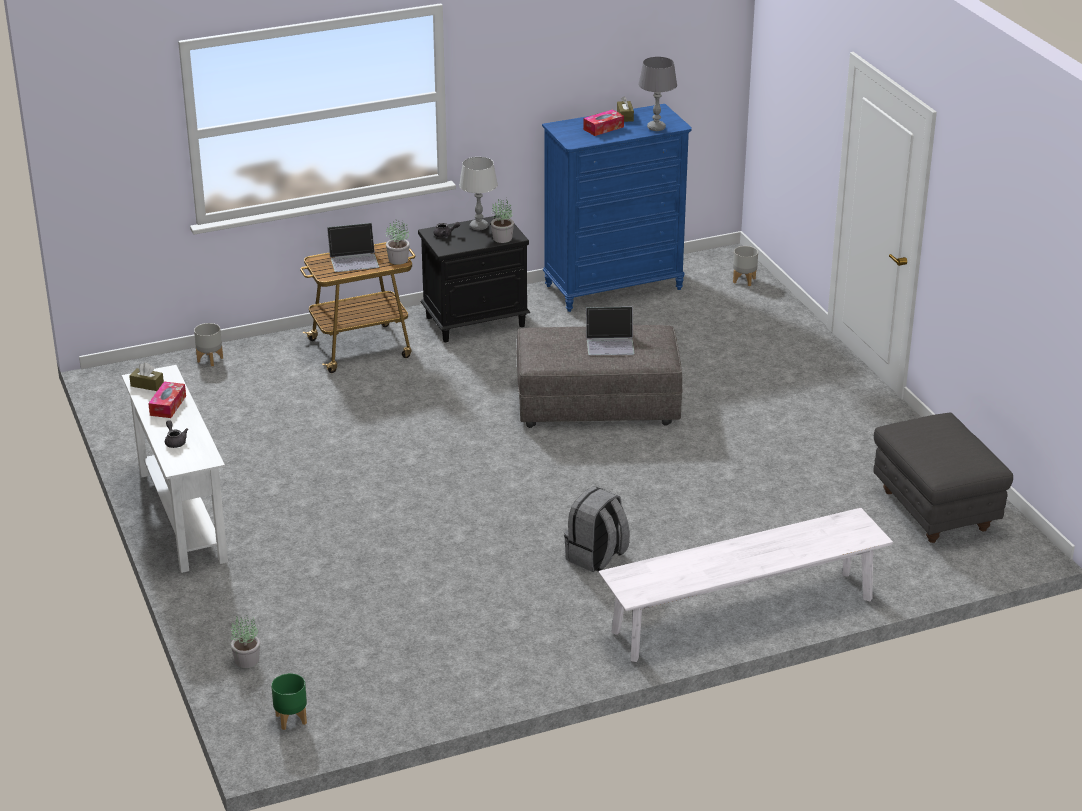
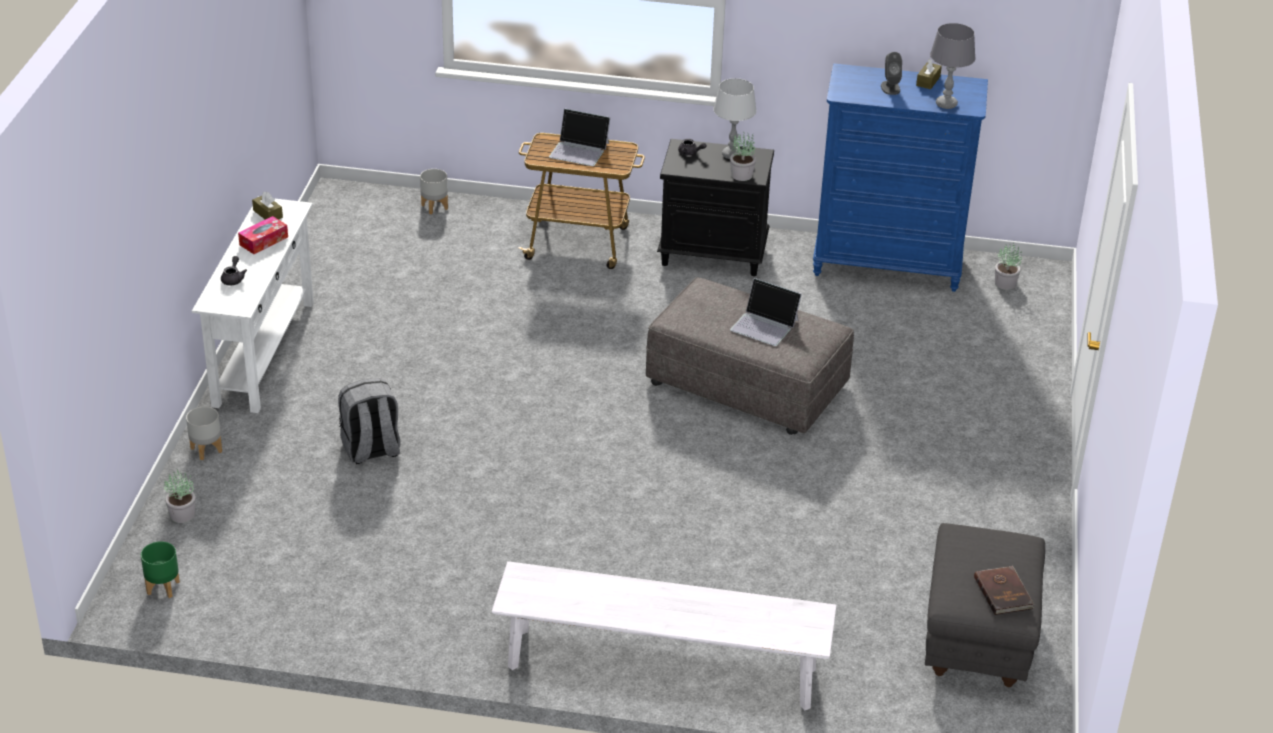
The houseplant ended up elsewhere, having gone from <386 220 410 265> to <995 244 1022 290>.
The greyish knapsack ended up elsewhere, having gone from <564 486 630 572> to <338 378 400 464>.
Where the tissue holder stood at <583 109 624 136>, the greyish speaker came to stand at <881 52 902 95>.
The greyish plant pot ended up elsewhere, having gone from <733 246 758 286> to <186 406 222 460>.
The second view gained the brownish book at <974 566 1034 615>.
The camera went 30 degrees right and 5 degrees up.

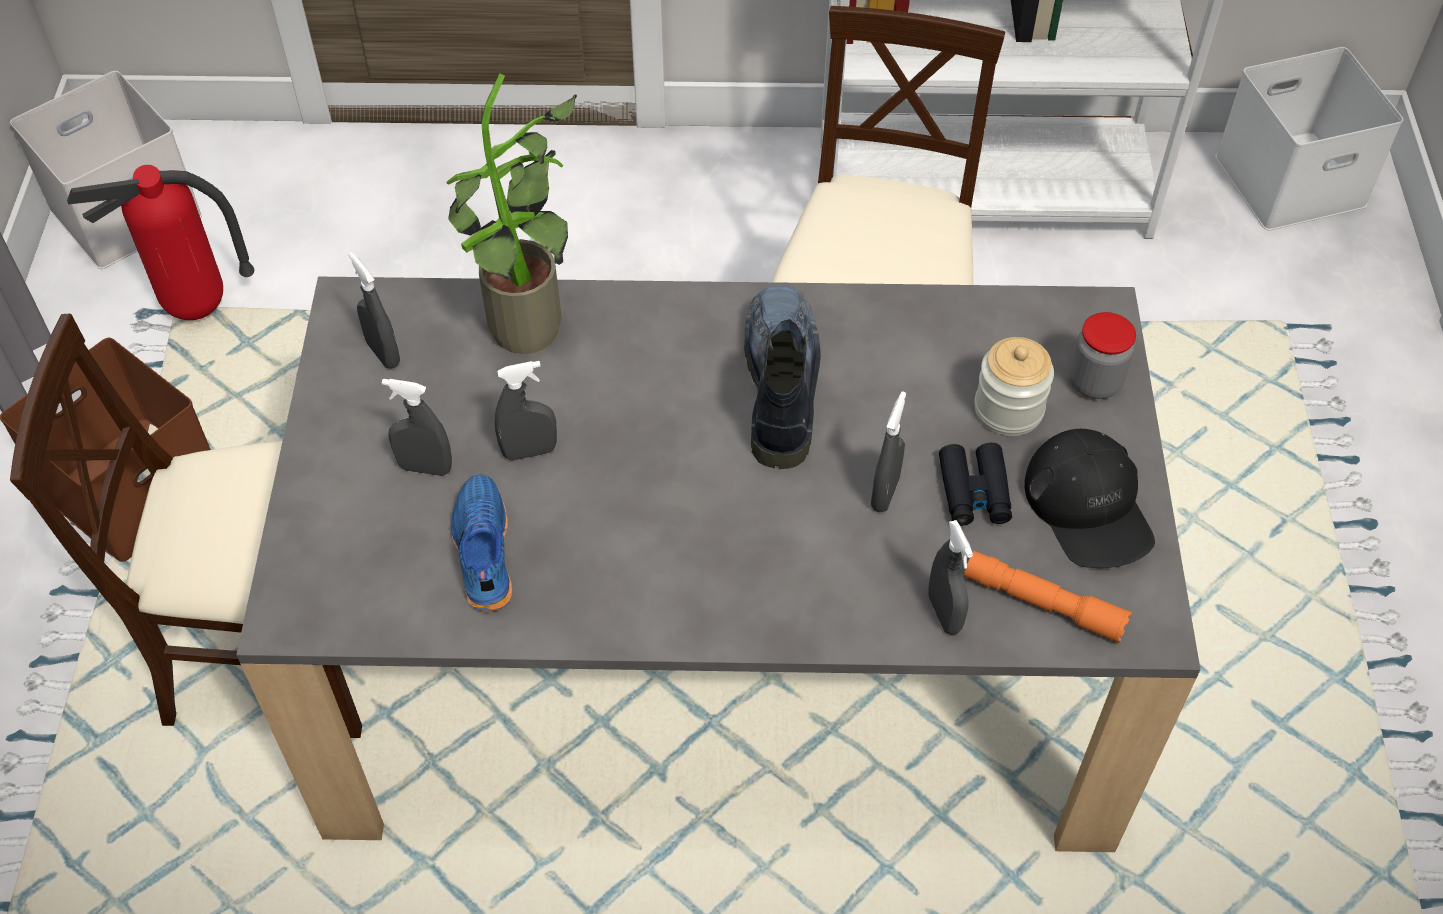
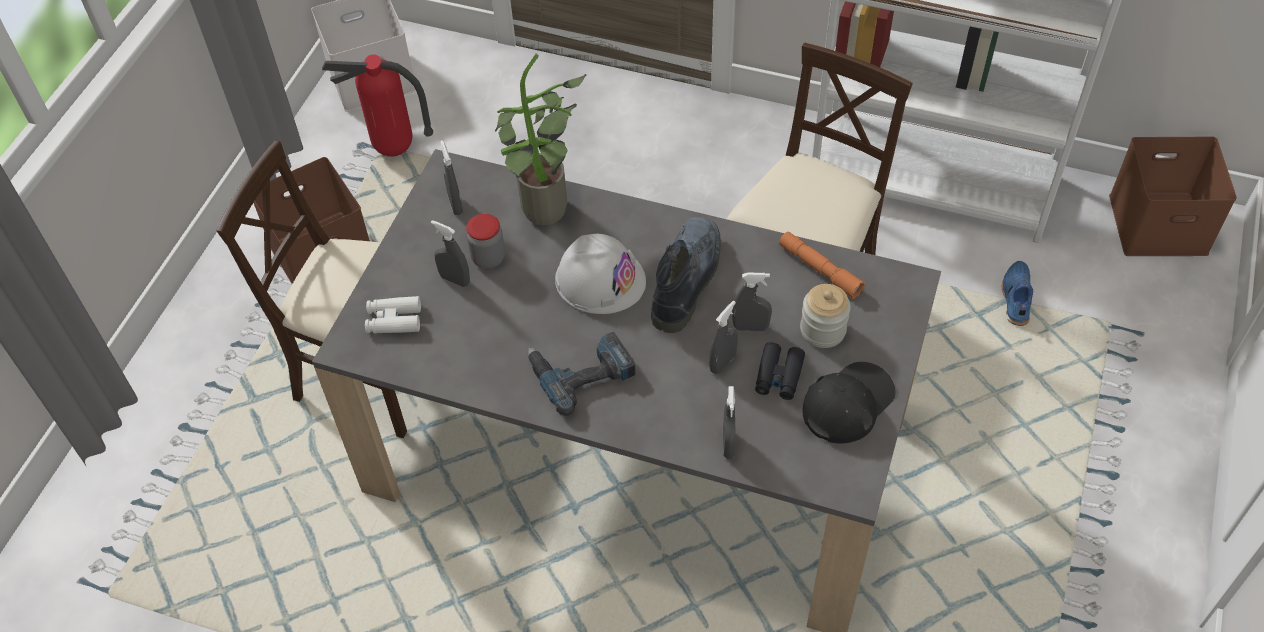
The bluish item of footwear ended up elsewhere, having gone from <451 474 512 612> to <1001 261 1033 326>.
The greyish sprayer ended up elsewhere, having gone from <495 361 557 461> to <732 272 772 331>.
The orange-coloured torch ended up elsewhere, having gone from <964 551 1132 643> to <779 232 865 299>.
The black-coloured cap at <1024 429 1155 568> ended up facing another way, 135 degrees counterclockwise from before.
The storage jar ended up elsewhere, having gone from <1069 312 1136 399> to <466 214 505 269>.
What was the white-coloured storage container at <1215 47 1403 230> turned into the brownish storage container at <1109 136 1237 256>.
The second view gained the white-coloured binoculars at <365 296 421 333>.
The second view gained the power drill at <528 332 636 416>.
The second view gained the white-coloured work helmet at <555 234 646 314>.
The camera went 20 degrees right and 0 degrees up.

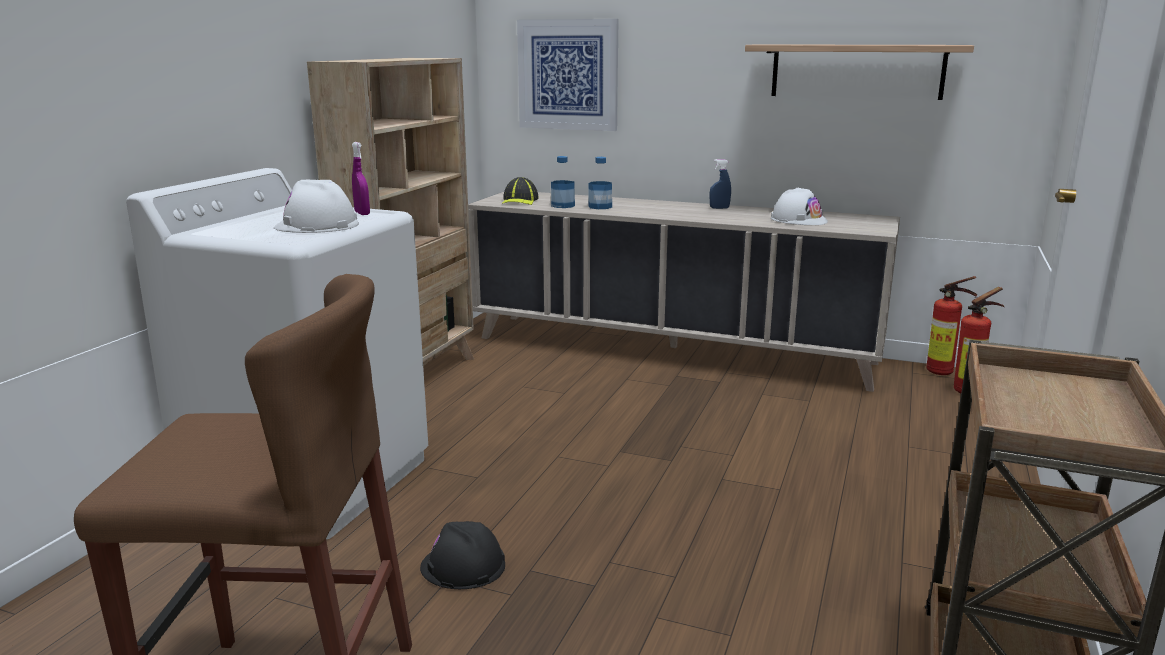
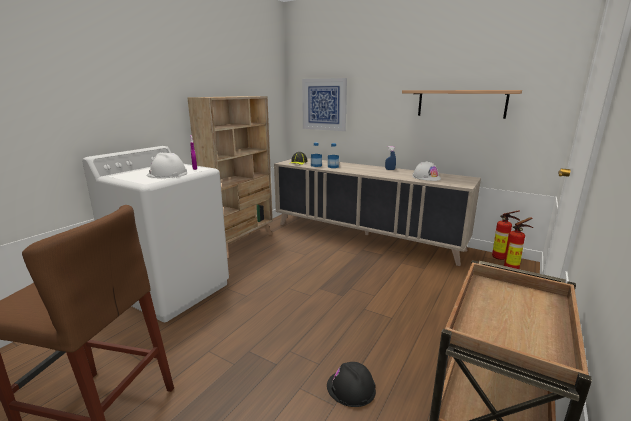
The black-coloured work helmet ended up elsewhere, having gone from <420 521 505 589> to <327 362 376 407>.
The camera went 10 degrees right and 0 degrees up.

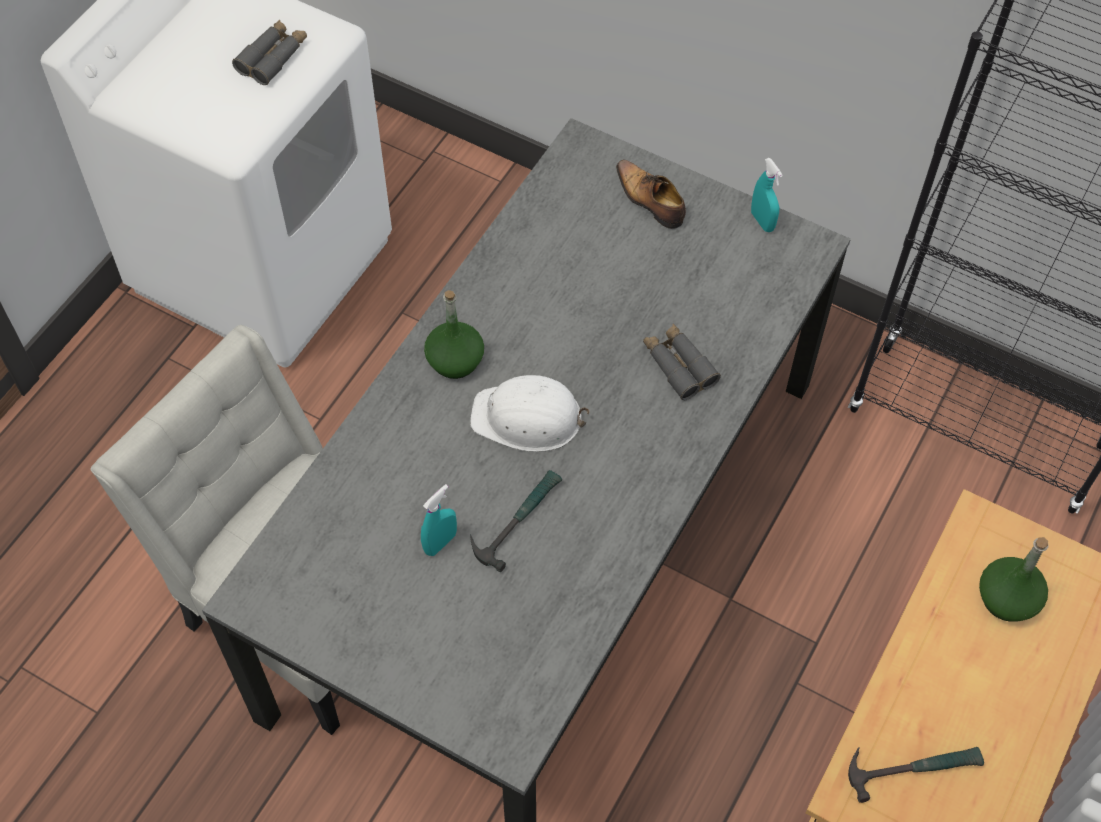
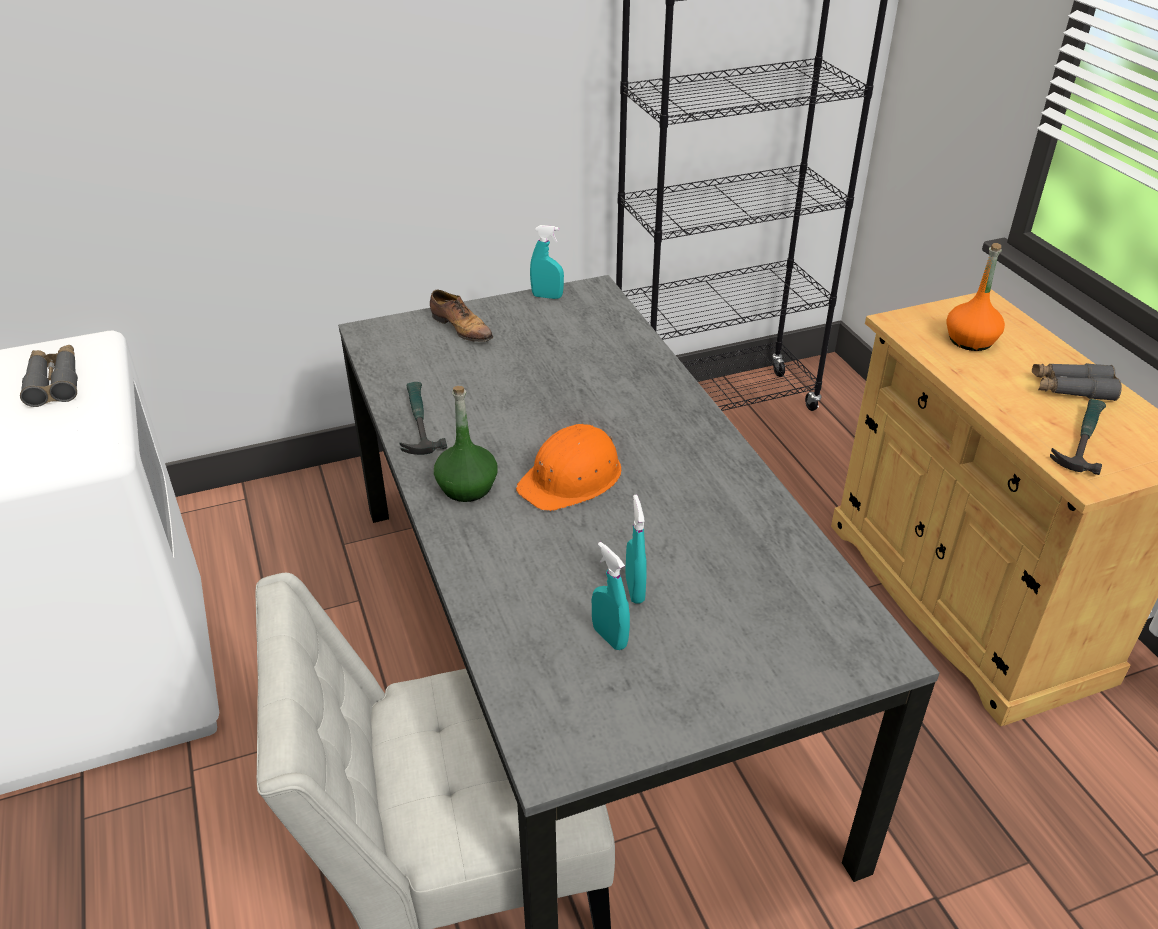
What was the white-coloured work helmet at <470 375 590 452> turned into the orange-coloured work helmet at <516 423 621 511>.
The hammer ended up elsewhere, having gone from <470 470 562 572> to <400 382 447 455>.
The item of footwear at <616 159 686 229> ended up facing another way, 135 degrees counterclockwise from before.
The greyish binoculars ended up elsewhere, having gone from <643 323 721 400> to <1032 363 1122 401>.
What was the greenish drink bottle at <979 537 1048 622> turned into the orange-coloured drink bottle at <946 243 1005 351>.
The second view gained the blue-green sprayer at <592 542 630 650>.
The camera went 50 degrees left and 20 degrees down.

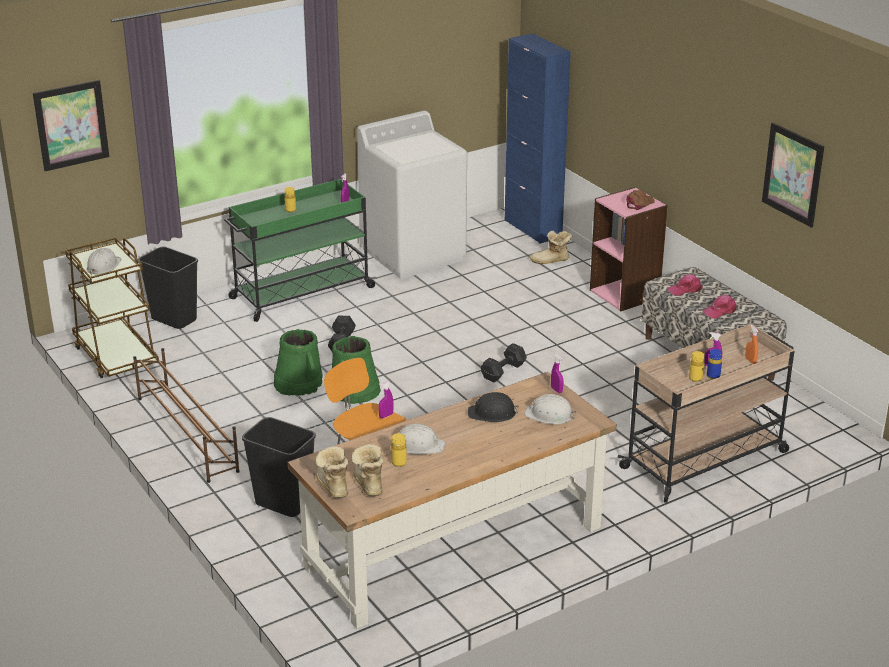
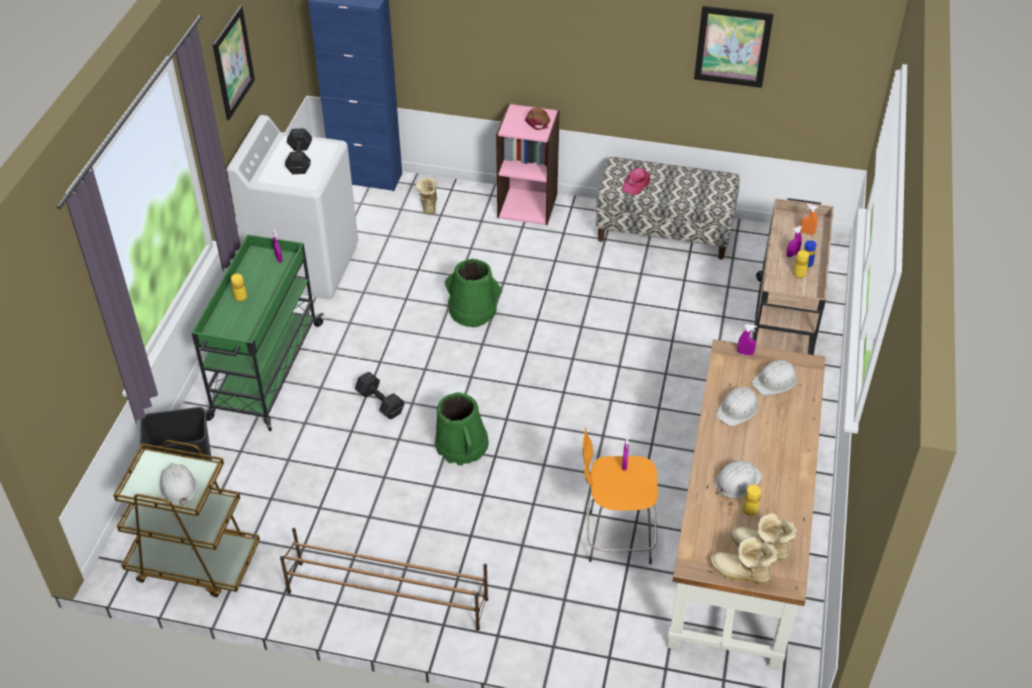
The picture ended up elsewhere, having gone from <33 80 109 171> to <213 6 255 120>.
The second view lost the black-coloured waste bin at <242 417 316 517>.
The greenish water bucket ended up elsewhere, having gone from <274 329 323 396> to <445 258 502 327>.
What was the black-coloured work helmet at <468 392 519 422> turned into the white-coloured work helmet at <716 387 759 426>.
The black-coloured free weight ended up elsewhere, having gone from <480 343 527 382> to <285 128 312 174>.
The high-top boot at <530 231 572 264> ended up facing another way, 135 degrees clockwise from before.
The second view lost the pink cap at <702 295 736 319>.
The camera went 45 degrees left and 15 degrees up.

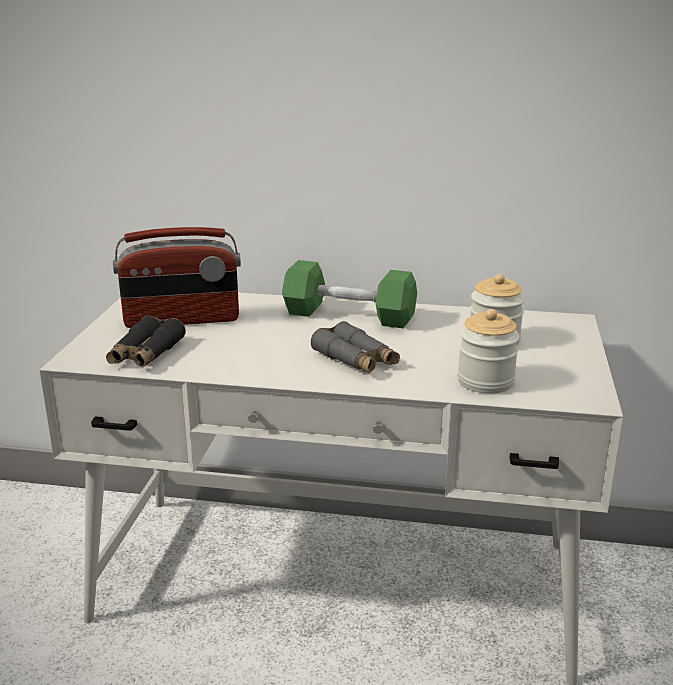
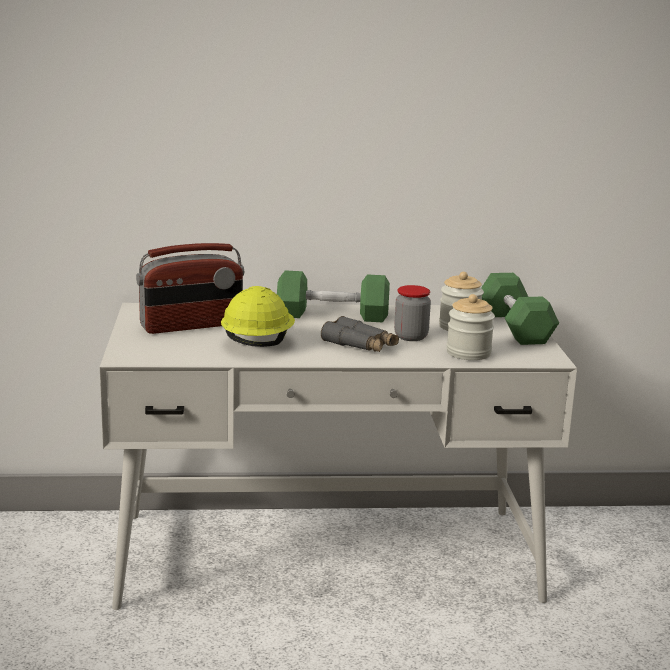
The second view lost the black-coloured binoculars at <106 315 186 367>.
The second view gained the yellowish work helmet at <221 286 295 347>.
The second view gained the storage jar at <394 285 431 341>.
The second view gained the greenish free weight at <481 273 559 345>.
The camera went 15 degrees left and 5 degrees down.

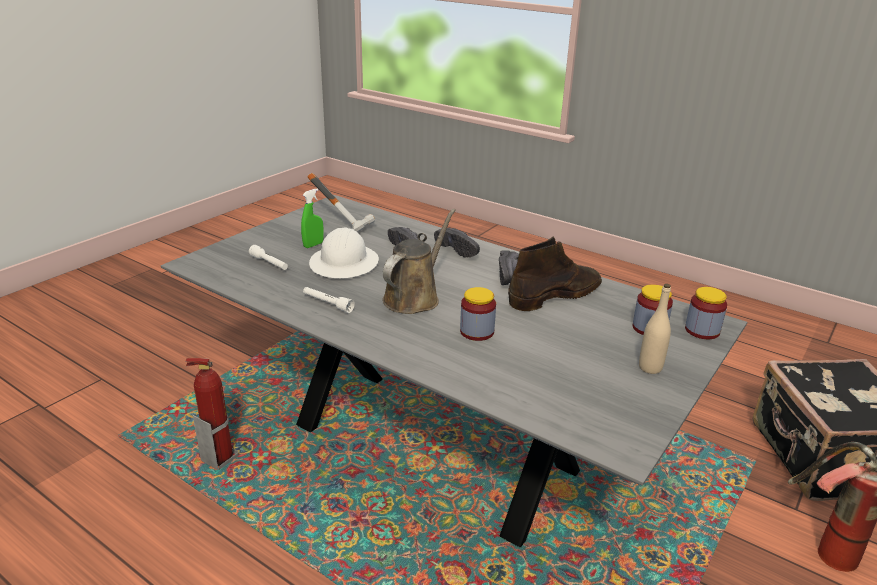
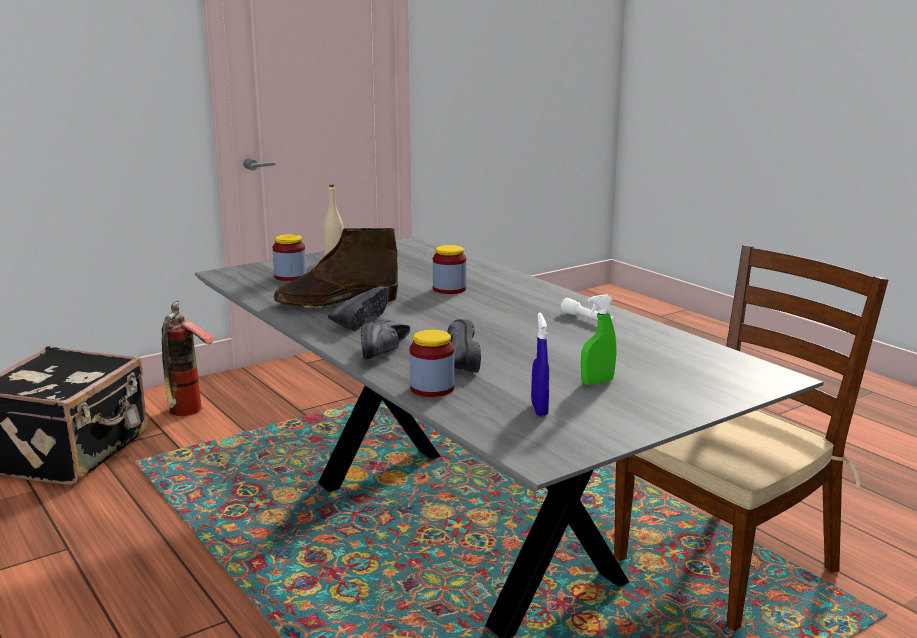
Where the fire extinguisher stood at <185 358 238 470>, the brownish chair came to stand at <614 245 888 631>.
The second view lost the white-coloured torch at <249 245 288 270>.
Where the hammer stood at <308 173 375 232>, the bluish sprayer came to stand at <531 313 549 416>.
The second view lost the white-coloured work helmet at <309 227 379 278>.
The second view lost the brownish watering pot at <382 209 456 314>.
The black-coloured item of footwear at <434 228 480 258> ended up facing another way, 150 degrees counterclockwise from before.
The storage jar ended up elsewhere, having gone from <685 287 727 339> to <409 330 455 397>.
The camera went 160 degrees left and 10 degrees down.

